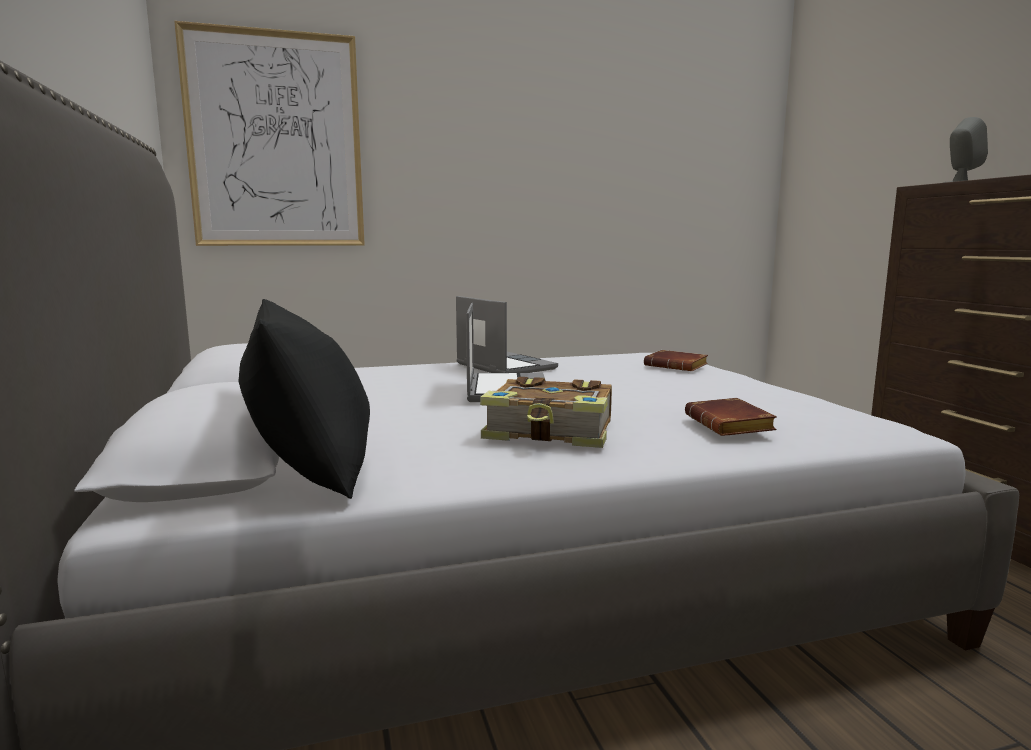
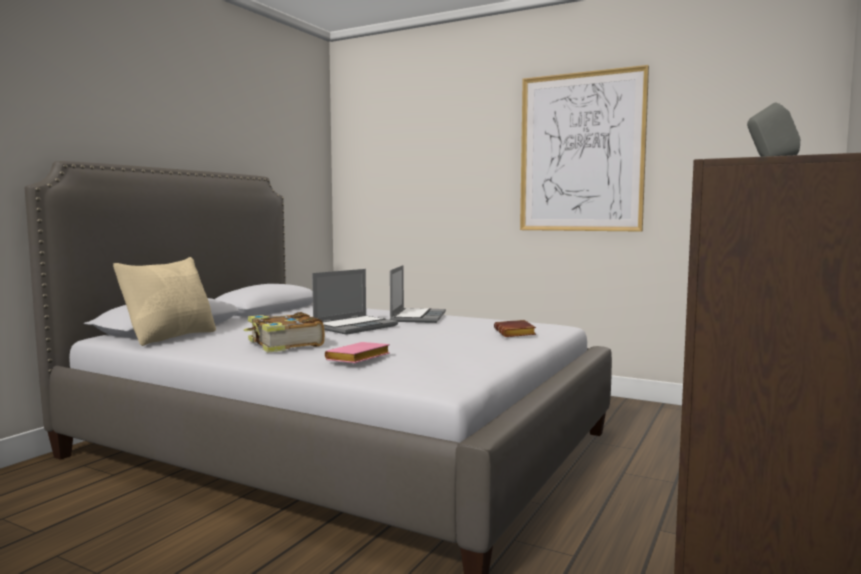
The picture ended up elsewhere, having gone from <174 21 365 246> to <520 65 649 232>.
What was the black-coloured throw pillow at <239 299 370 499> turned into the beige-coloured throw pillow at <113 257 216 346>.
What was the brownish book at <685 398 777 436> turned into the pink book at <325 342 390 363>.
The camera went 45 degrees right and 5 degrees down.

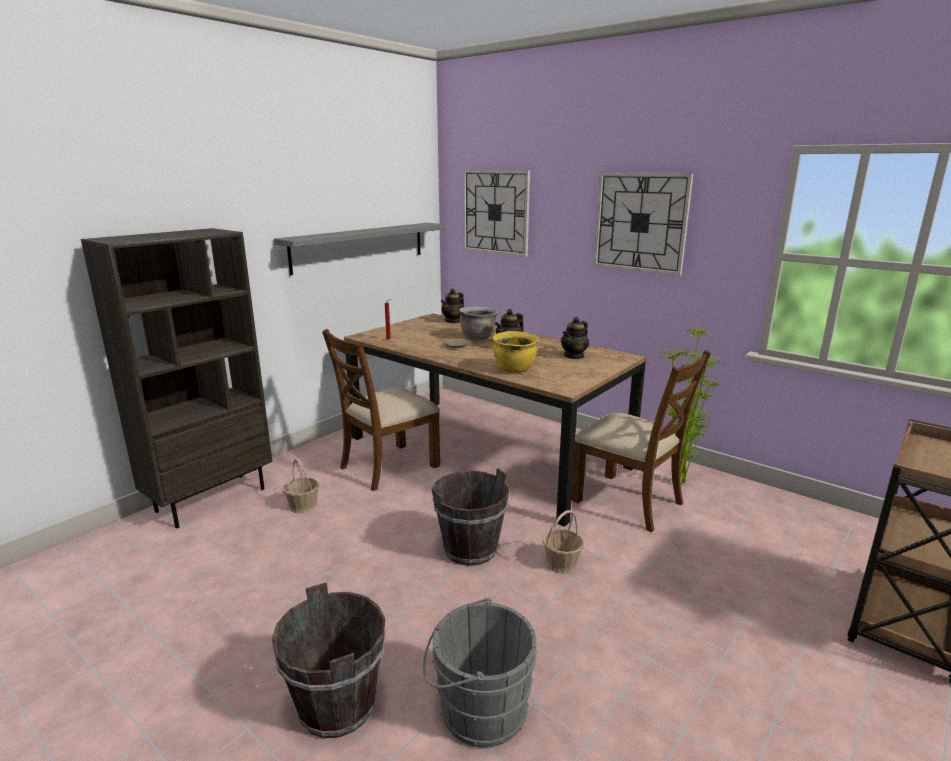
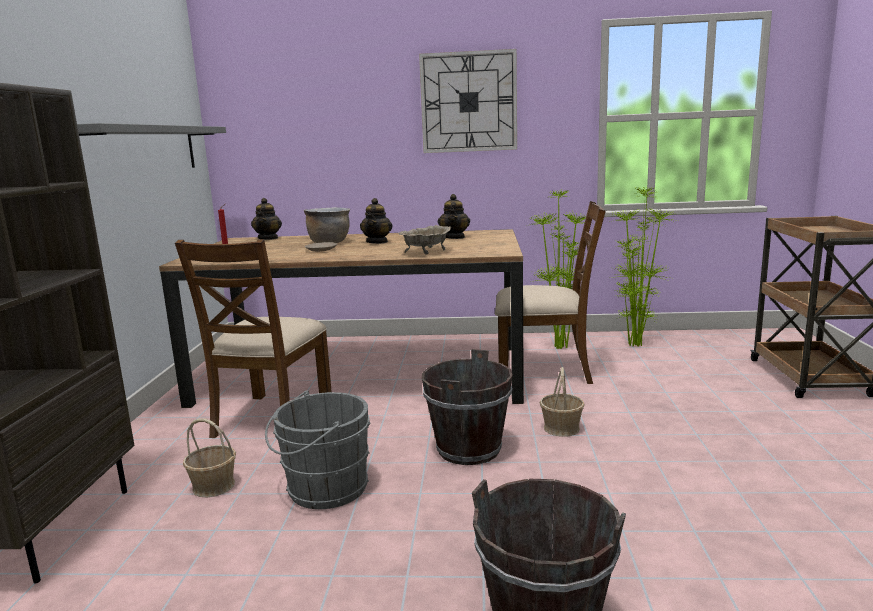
The greyish water bucket ended up elsewhere, having gone from <423 598 538 748> to <265 390 370 509>.
The second view lost the wall clock at <463 170 530 257>.
Where the yellowish stockpot stood at <492 331 538 373>, the beige-coloured serving bowl came to stand at <398 225 451 255>.
The second view gained the houseplant at <612 188 678 347>.
The camera went 35 degrees left and 5 degrees down.

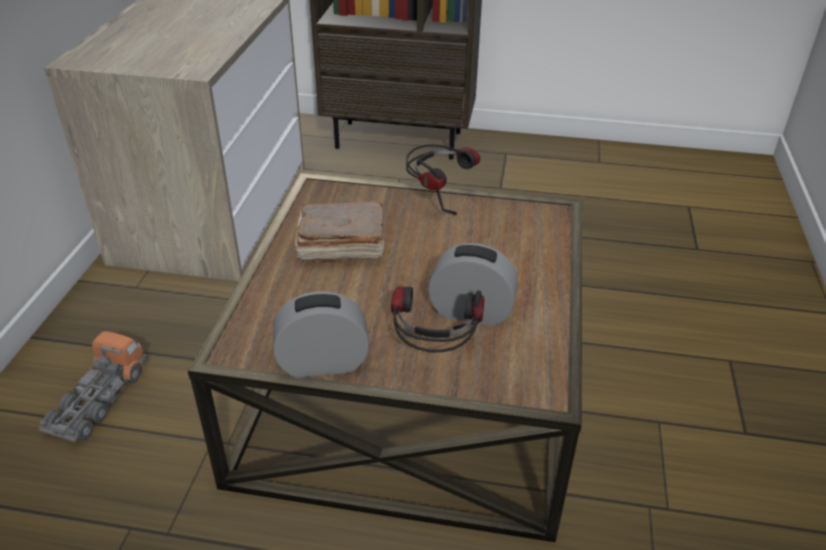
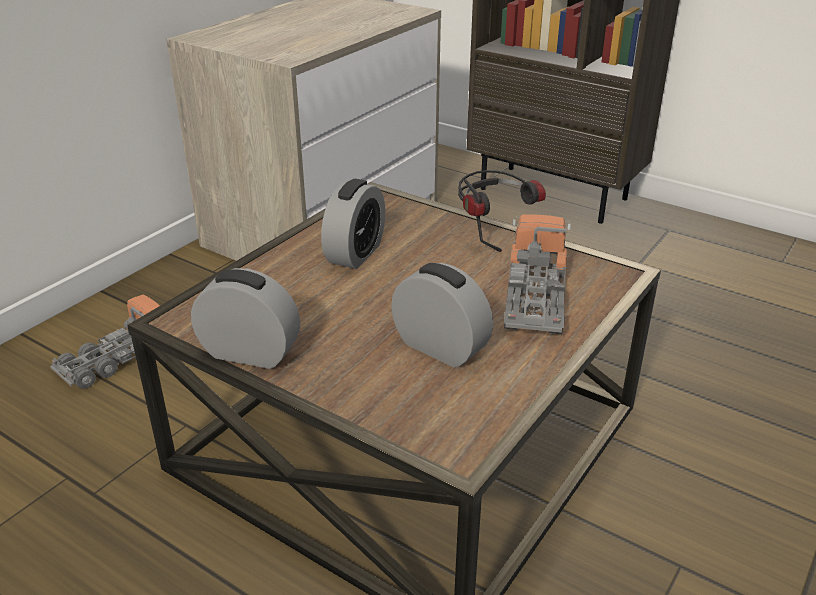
Where the brownish book stood at <295 201 384 262>, the alarm clock came to stand at <321 179 385 269>.
The second view lost the headphones at <391 286 484 352>.
The second view gained the toy truck at <504 214 571 334>.
The camera went 25 degrees right and 5 degrees down.

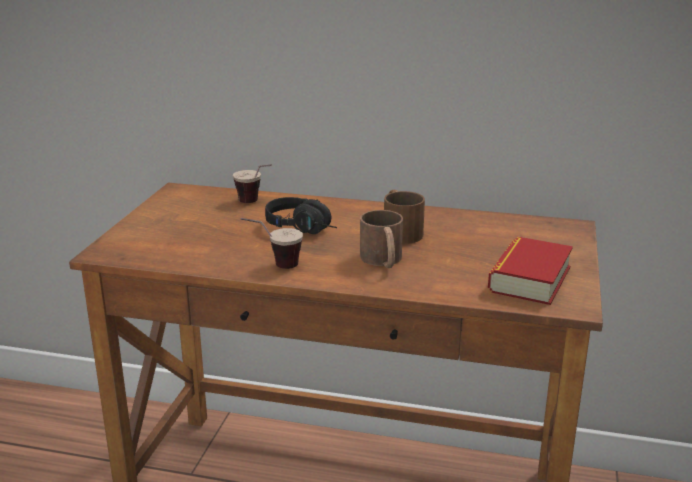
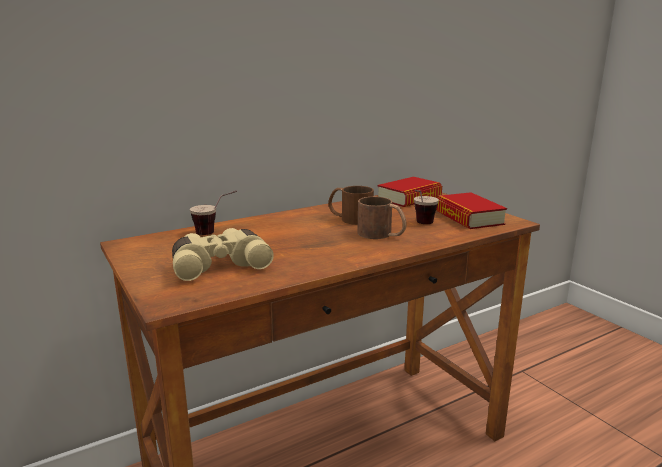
The drinking cup ended up elsewhere, having gone from <240 218 303 269> to <414 190 439 224>.
The second view lost the black-coloured headphones at <265 197 337 234>.
The second view gained the beige-coloured binoculars at <172 228 274 281>.
The second view gained the book at <378 177 442 207>.
The camera went 45 degrees left and 5 degrees down.

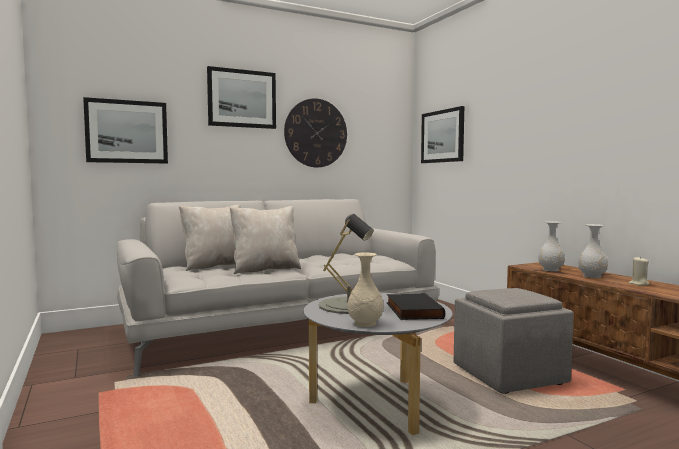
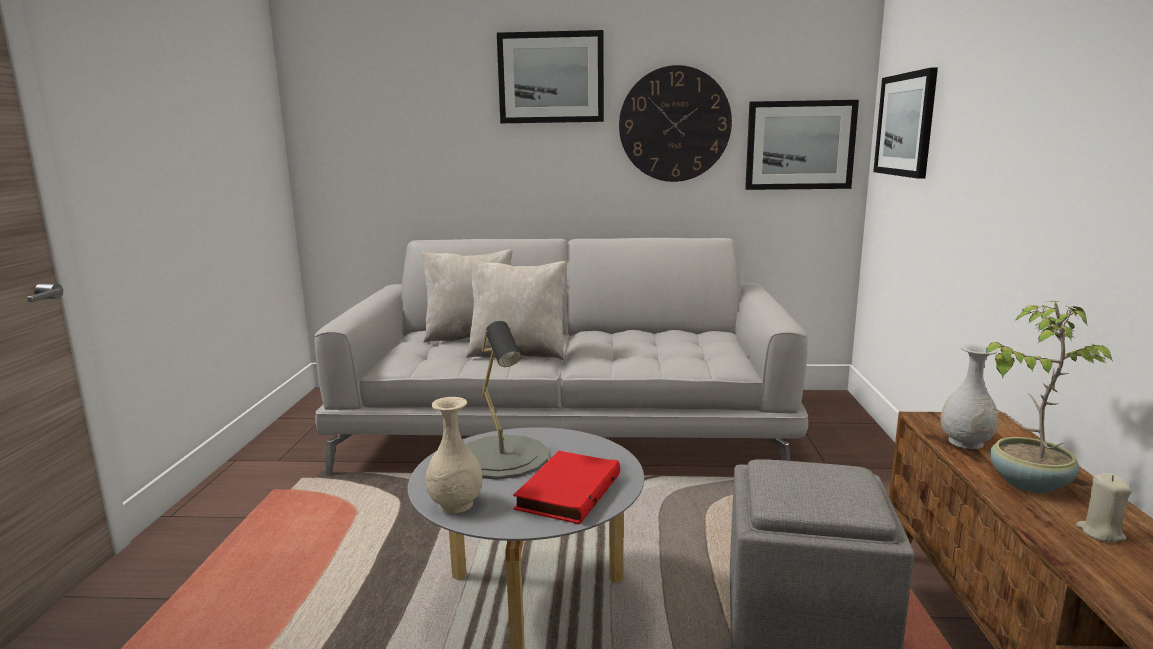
The picture ended up elsewhere, having gone from <83 97 168 163> to <745 100 859 190>.
What was the black-coloured book at <387 293 445 320> turned into the red book at <513 451 620 525>.
Where the white-coloured flower vase stood at <578 224 608 278>, the houseplant came to stand at <986 301 1113 493>.
The camera went 30 degrees right and 10 degrees up.

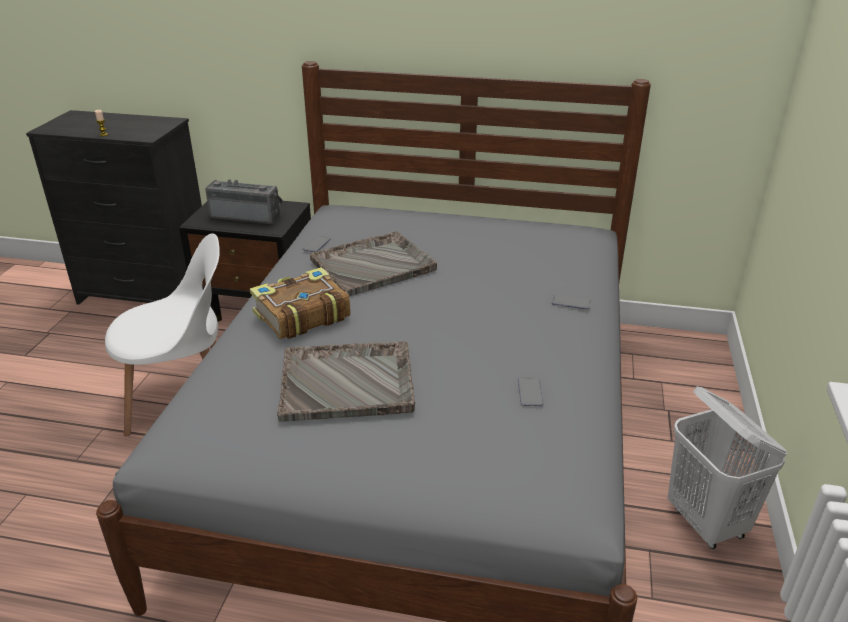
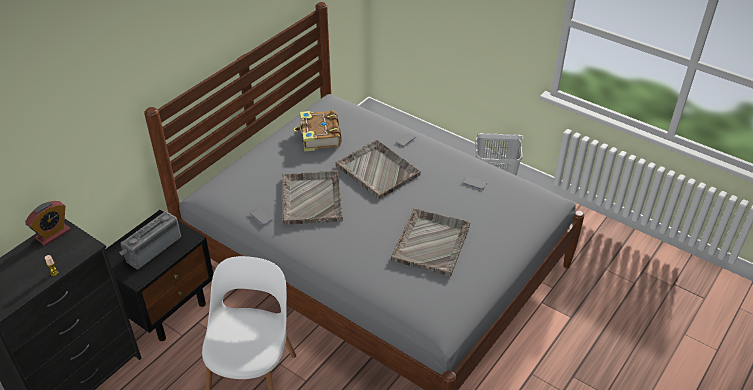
The book ended up elsewhere, having gone from <250 267 350 339> to <294 110 342 151>.
The second view gained the alarm clock at <25 201 71 246>.
The second view gained the greyish serving tray at <336 140 421 199>.
The camera went 65 degrees left and 10 degrees up.

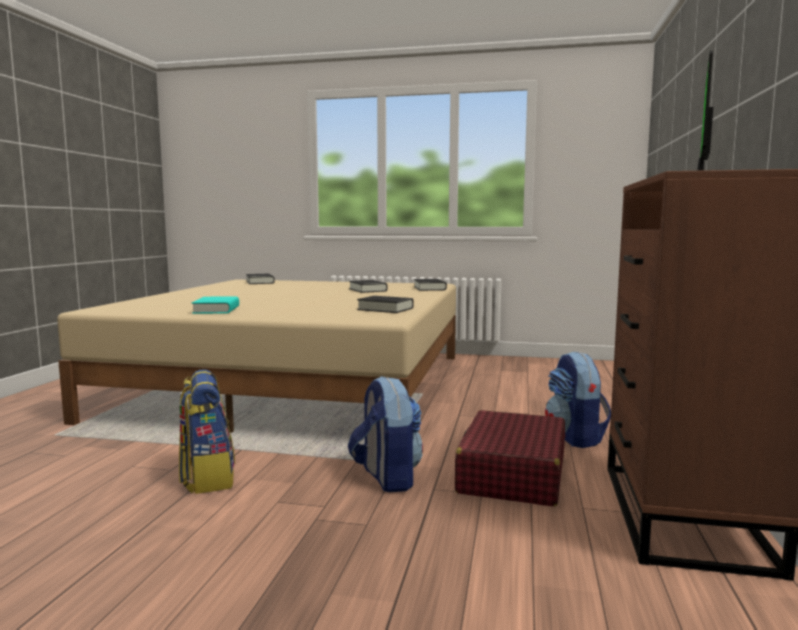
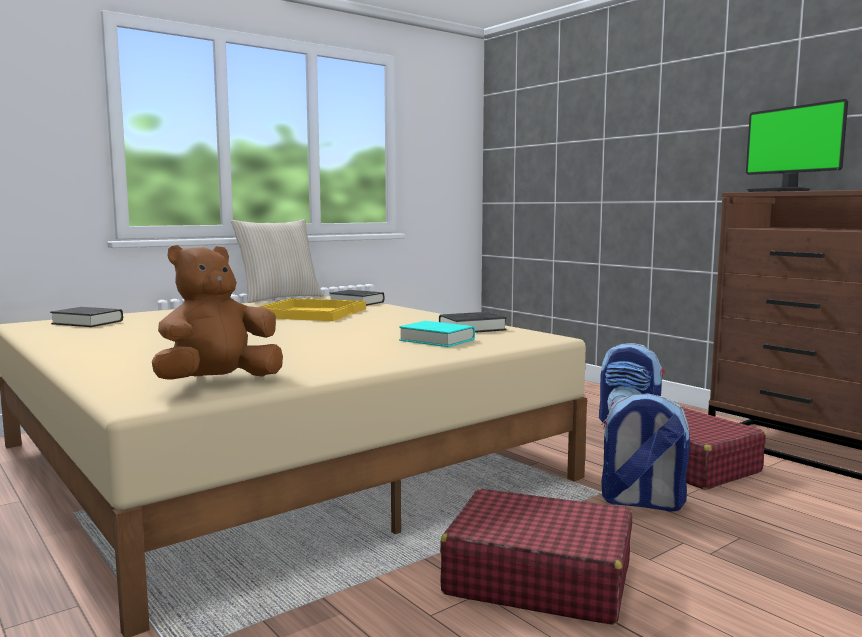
Where the knapsack stood at <179 369 235 494>, the red travel case came to stand at <440 489 632 625>.
The blue-green book ended up elsewhere, having gone from <192 296 239 314> to <399 321 475 347>.
Where the black-coloured book stood at <349 280 388 293>, the yellowish serving tray came to stand at <259 298 366 321>.
The second view gained the brownish plush toy at <152 245 283 380>.
The second view gained the beige-coloured throw pillow at <231 219 323 303>.
The camera went 50 degrees left and 0 degrees up.

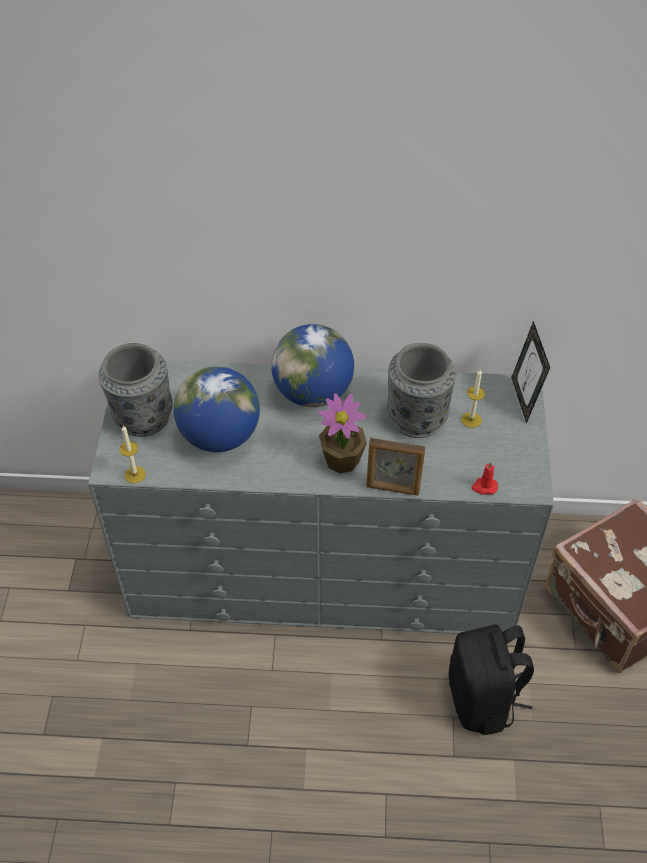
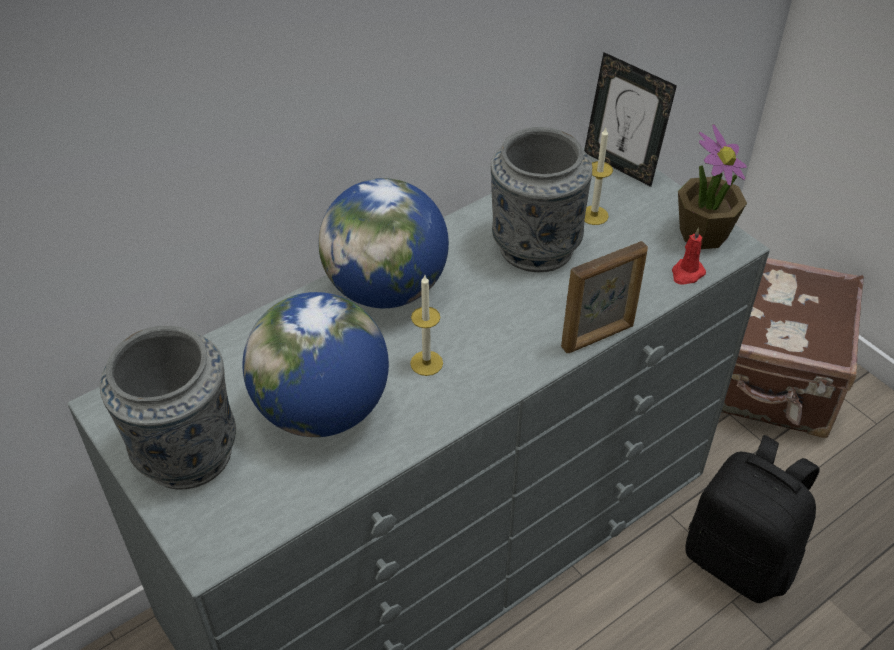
The candle ended up elsewhere, having gone from <119 426 146 484> to <410 275 443 376>.
The houseplant ended up elsewhere, having gone from <318 393 367 474> to <678 124 747 249>.
The camera went 40 degrees left and 5 degrees down.

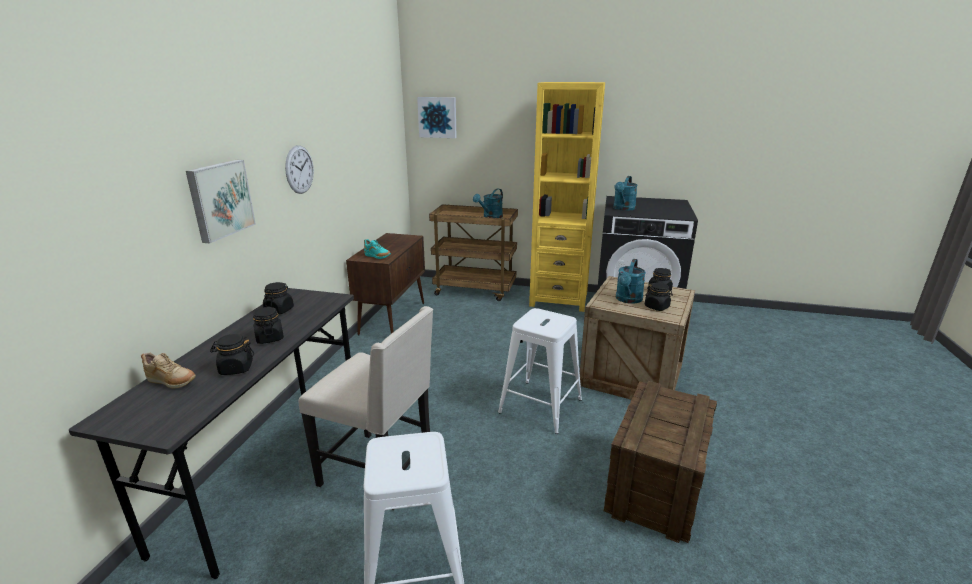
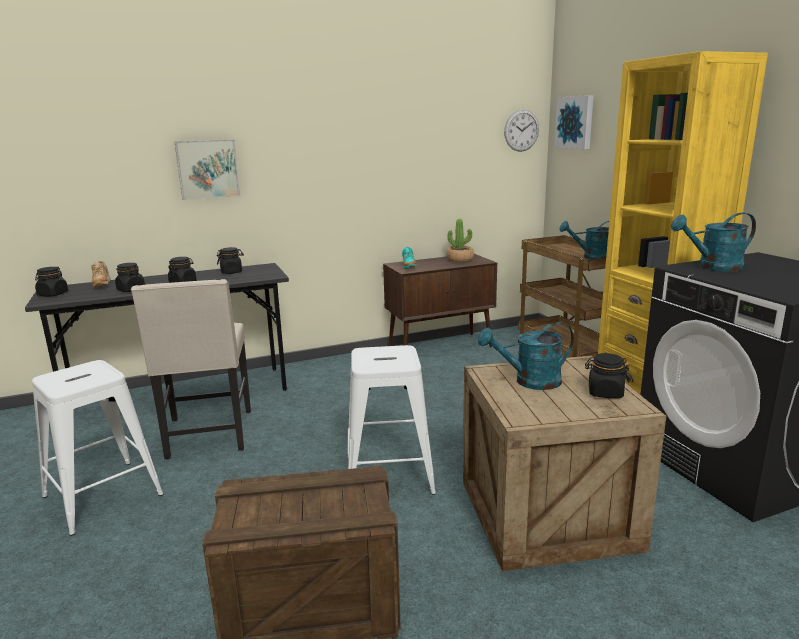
The wall clock ended up elsewhere, having gone from <285 145 314 194> to <504 110 539 152>.
The black-coloured storage jar ended up elsewhere, having gone from <645 283 673 311> to <35 267 68 297>.
The second view gained the houseplant at <447 219 474 262>.
The camera went 55 degrees right and 5 degrees down.

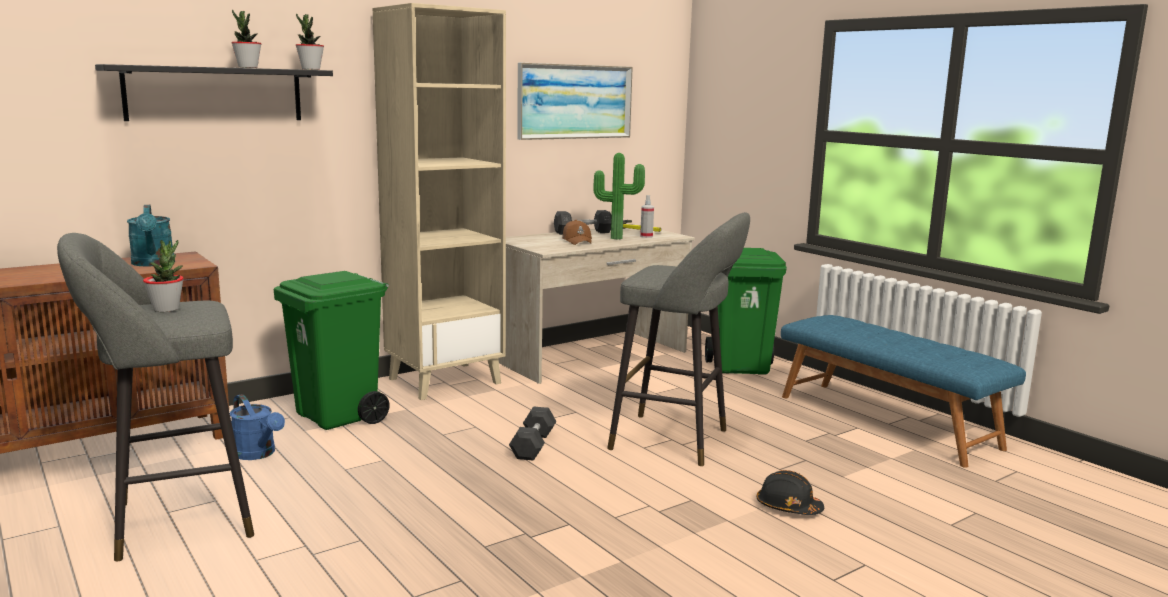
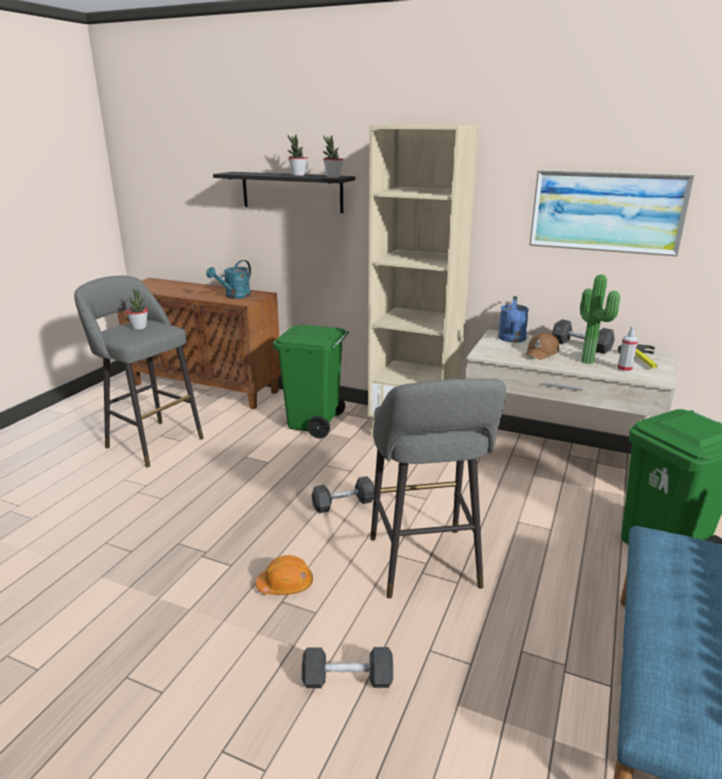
The bluish watering pot ended up elsewhere, having gone from <230 394 285 460> to <498 296 529 343>.
Where the black-coloured work helmet stood at <757 470 824 515>, the greyish free weight came to stand at <302 647 393 688>.
The second view gained the orange-coloured work helmet at <256 555 313 595>.
The camera went 60 degrees right and 10 degrees up.

